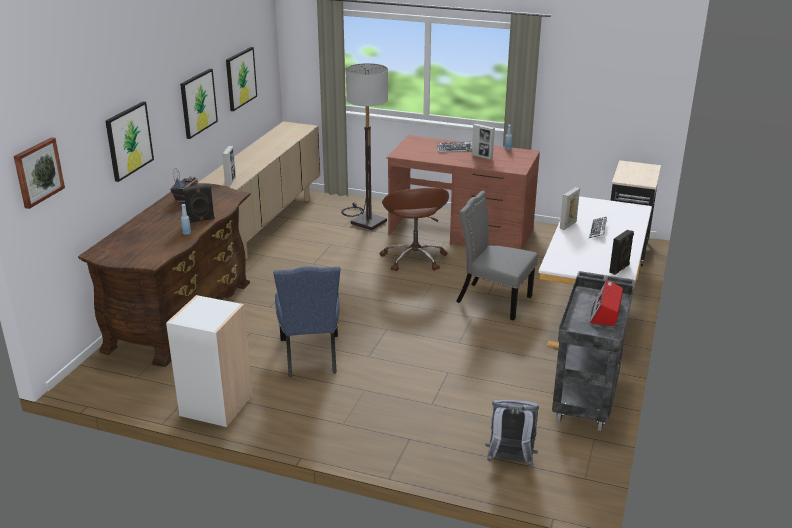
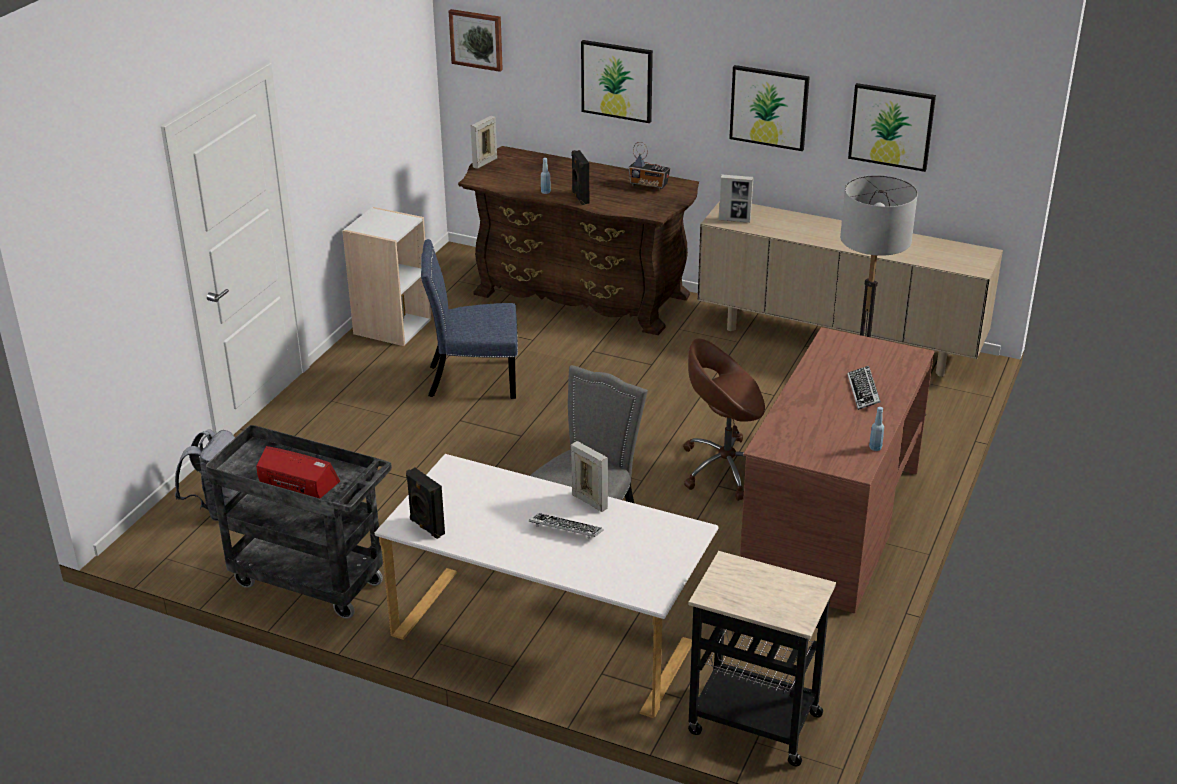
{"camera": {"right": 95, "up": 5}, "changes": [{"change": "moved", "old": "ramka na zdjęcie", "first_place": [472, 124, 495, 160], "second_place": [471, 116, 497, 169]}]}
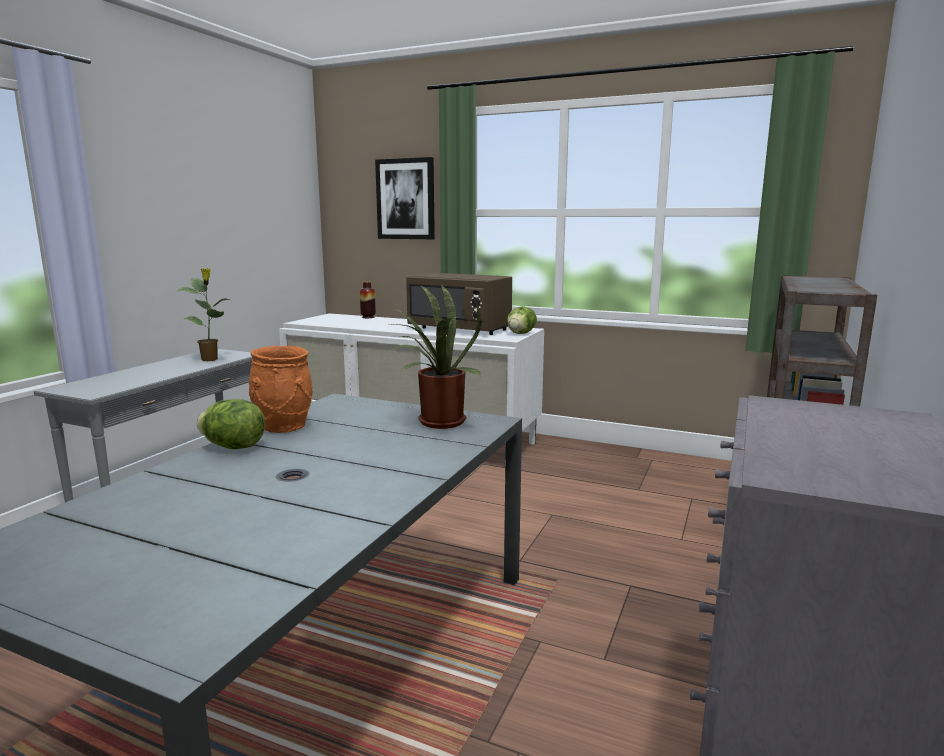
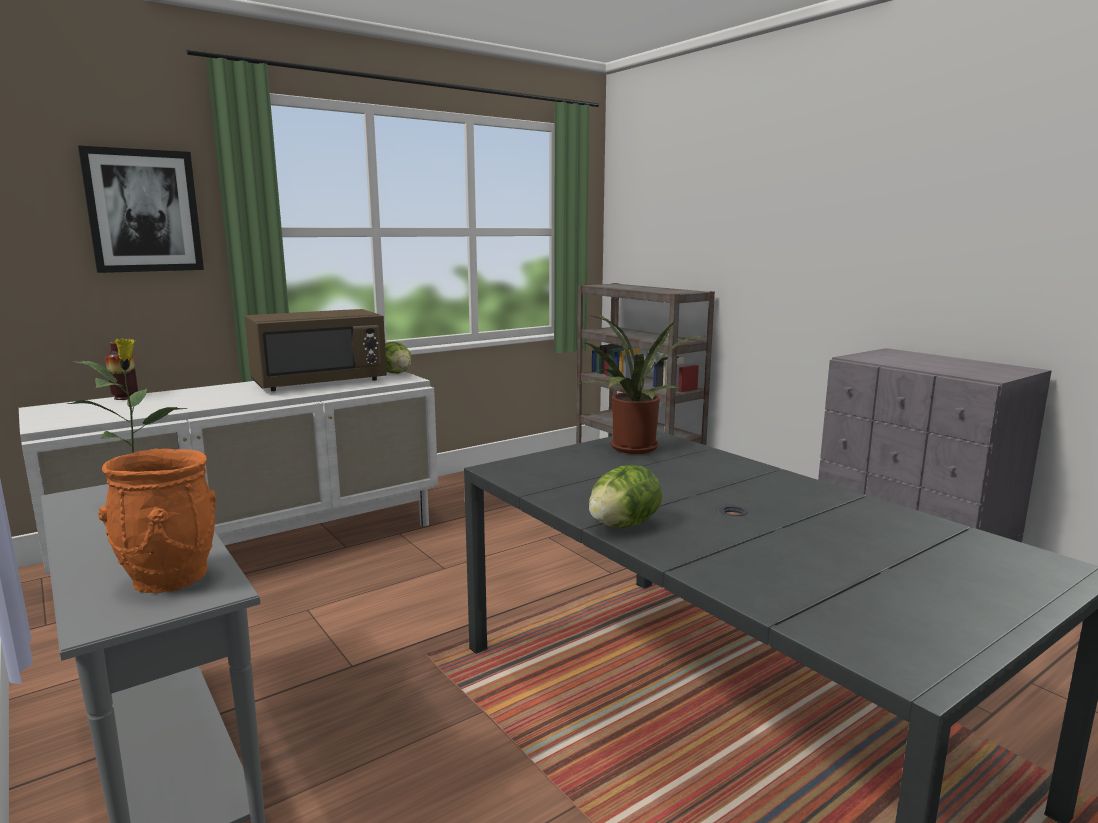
{"camera": {"right": -60, "up": 0}, "changes": [{"change": "moved", "old": "wazon (pomarańczowy)", "first_place": [249, 346, 313, 433], "second_place": [98, 449, 216, 594]}]}
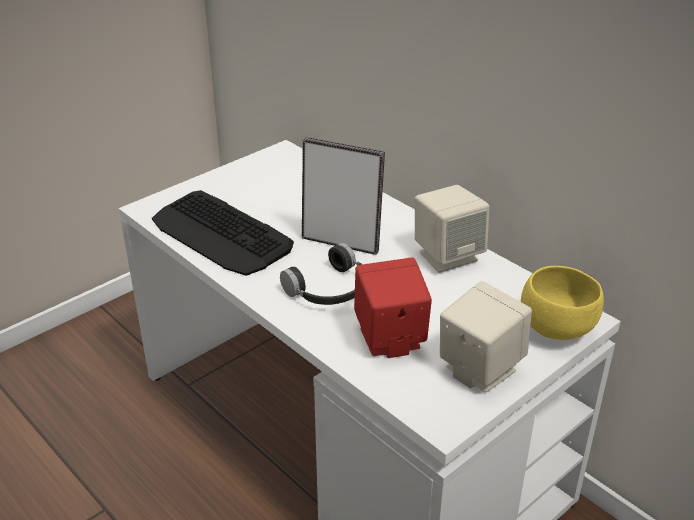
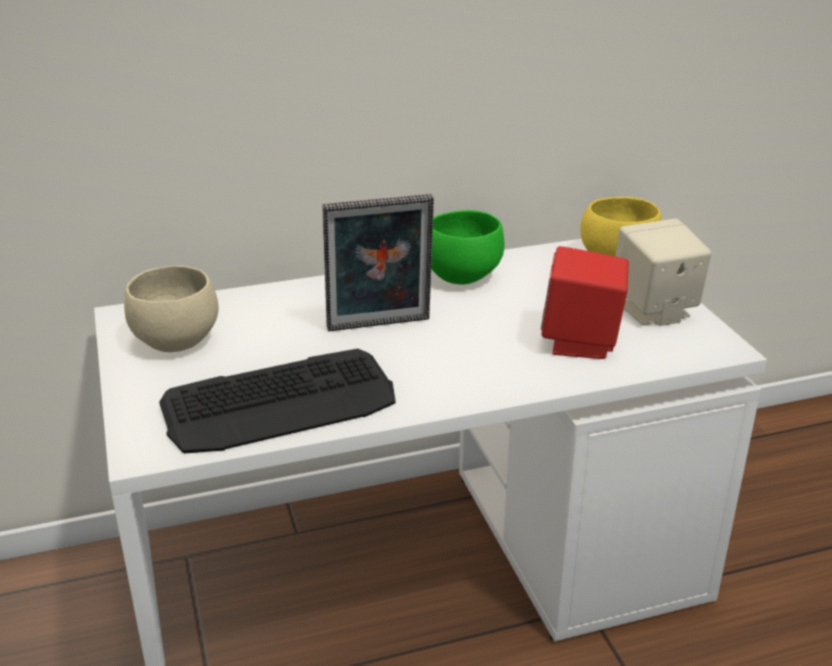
{"camera": {"right": -65, "up": -5}, "changes": [{"change": "added", "new": "miska (beżowy)", "second_place": [124, 266, 219, 352]}, {"change": "turned", "old": "ramka na zdjęcie", "first_place": [302, 137, 385, 255], "second_place": [322, 194, 434, 331], "degrees": -150}, {"change": "replaced", "old": "głośnik (beżowy)", "new": "miska (zielony)", "first_place": [415, 185, 490, 273], "second_place": [431, 210, 504, 284]}, {"change": "removed", "old": "słuchawki (czarny)", "first_place": [280, 243, 362, 305]}]}
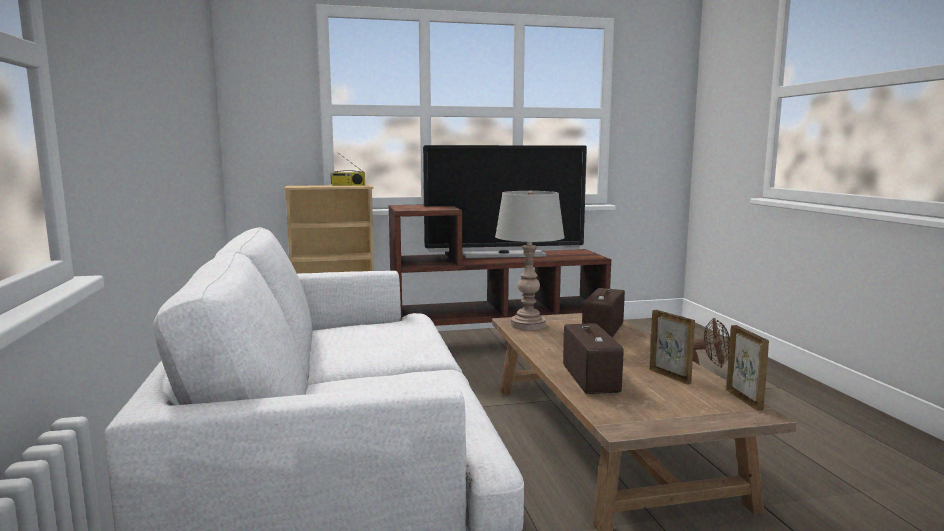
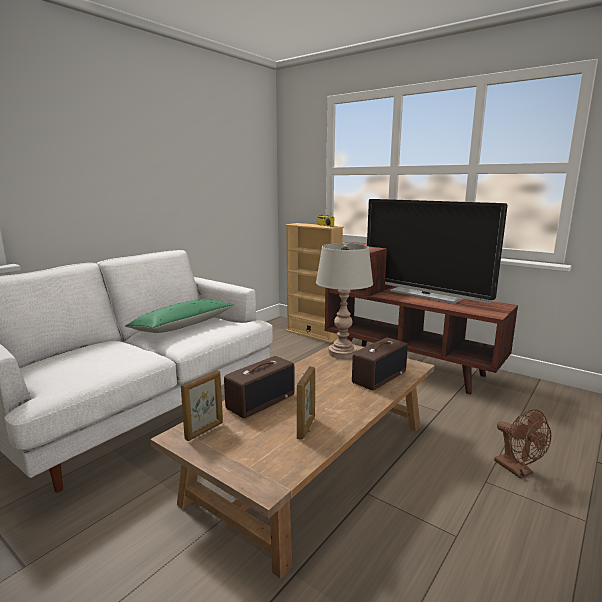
{"camera": {"right": 50, "up": 5}, "changes": [{"change": "added", "new": "poduszka (zielony)", "second_place": [126, 299, 234, 333]}, {"change": "moved", "old": "ramka na zdjęcie", "first_place": [726, 325, 769, 411], "second_place": [181, 370, 223, 441]}, {"change": "turned", "old": "radio", "first_place": [582, 288, 625, 337], "second_place": [352, 338, 408, 390], "degrees": 150}]}
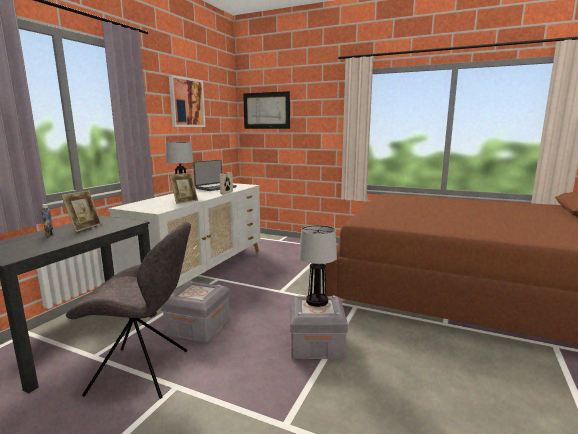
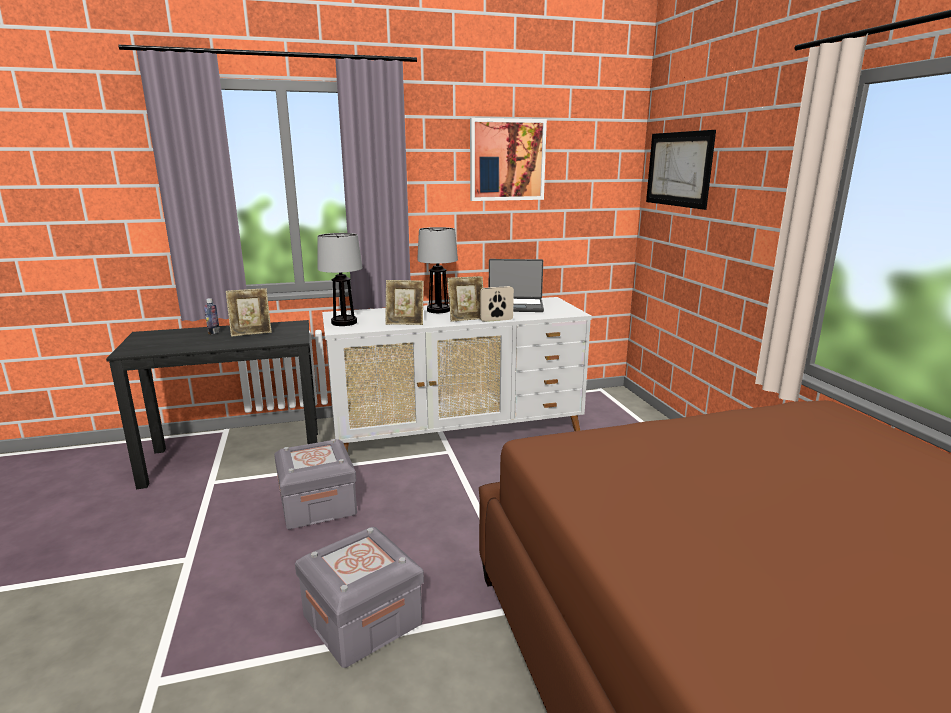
{"camera": {"right": 50, "up": 5}, "changes": [{"change": "moved", "old": "lampa stołowa", "first_place": [299, 225, 337, 307], "second_place": [318, 233, 363, 326]}, {"change": "added", "new": "ramka na zdjęcie", "second_place": [447, 276, 483, 322]}, {"change": "removed", "old": "krzesło (szary)", "first_place": [66, 221, 191, 399]}]}
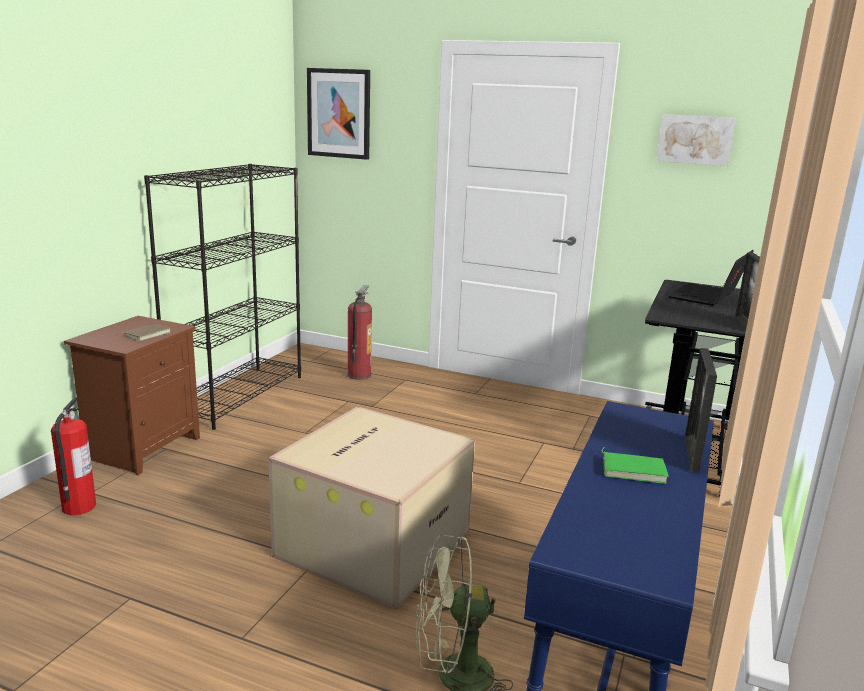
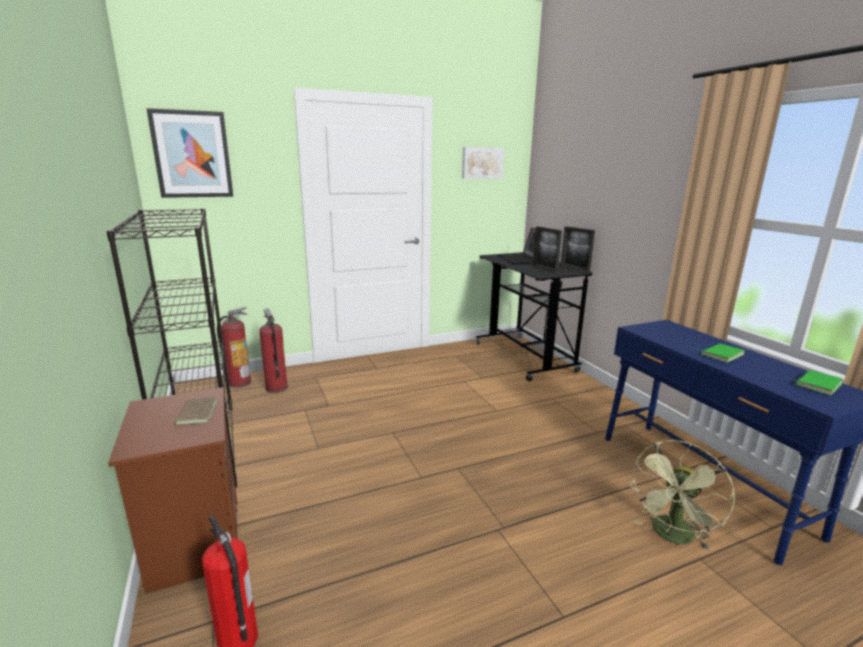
{"camera": {"right": -45, "up": 0}, "changes": [{"change": "added", "new": "gaśnica", "second_place": [217, 307, 251, 388]}, {"change": "moved", "old": "ramka na zdjęcie", "first_place": [685, 348, 717, 473], "second_place": [532, 226, 562, 273]}, {"change": "added", "new": "książka (zielony)", "second_place": [790, 370, 843, 395]}, {"change": "removed", "old": "karton", "first_place": [268, 406, 475, 609]}]}
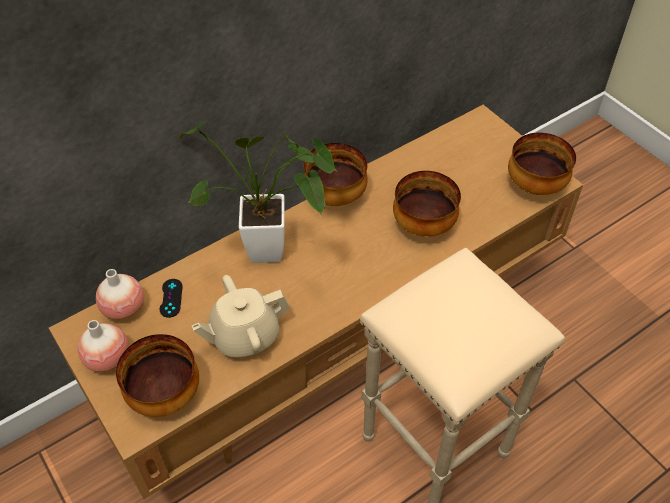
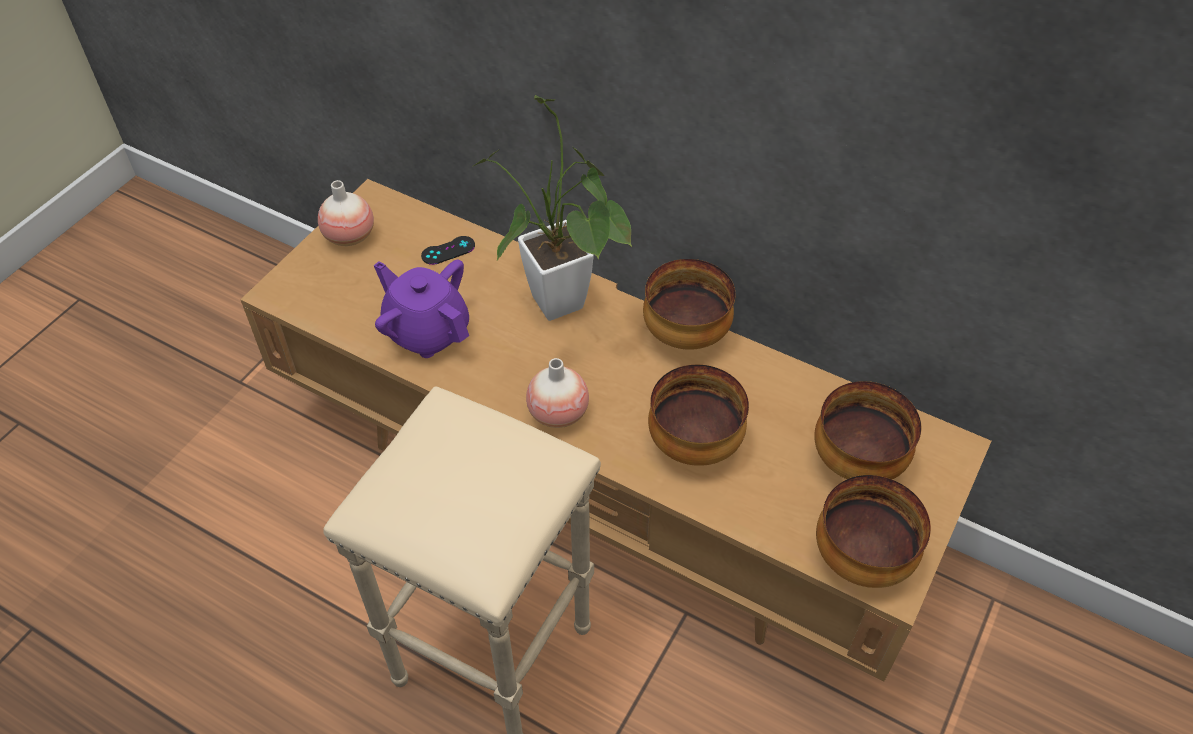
{"camera": {"right": 65, "up": 0}, "changes": [{"change": "recoloured", "old": "imbryk (beżowy)", "new": "imbryk (fioletowy)", "first_place": [192, 275, 290, 359], "second_place": [374, 260, 469, 358]}, {"change": "moved", "old": "wazon", "first_place": [96, 269, 144, 320], "second_place": [526, 358, 589, 428]}, {"change": "moved", "old": "miska", "first_place": [116, 334, 199, 417], "second_place": [814, 381, 921, 480]}]}
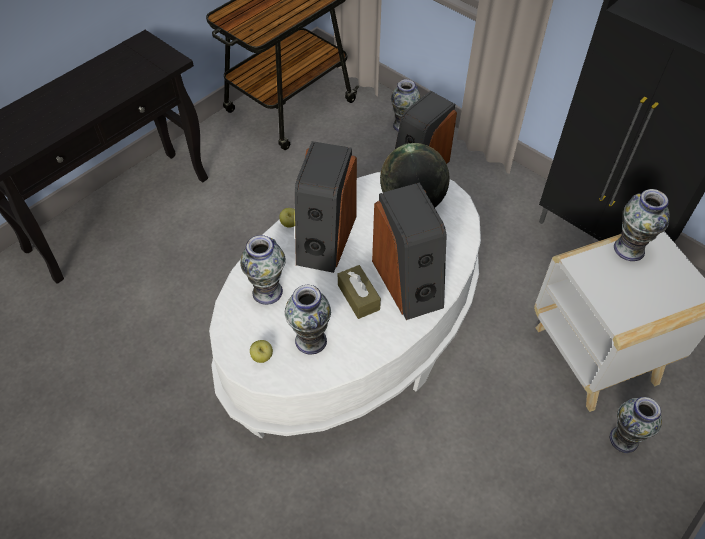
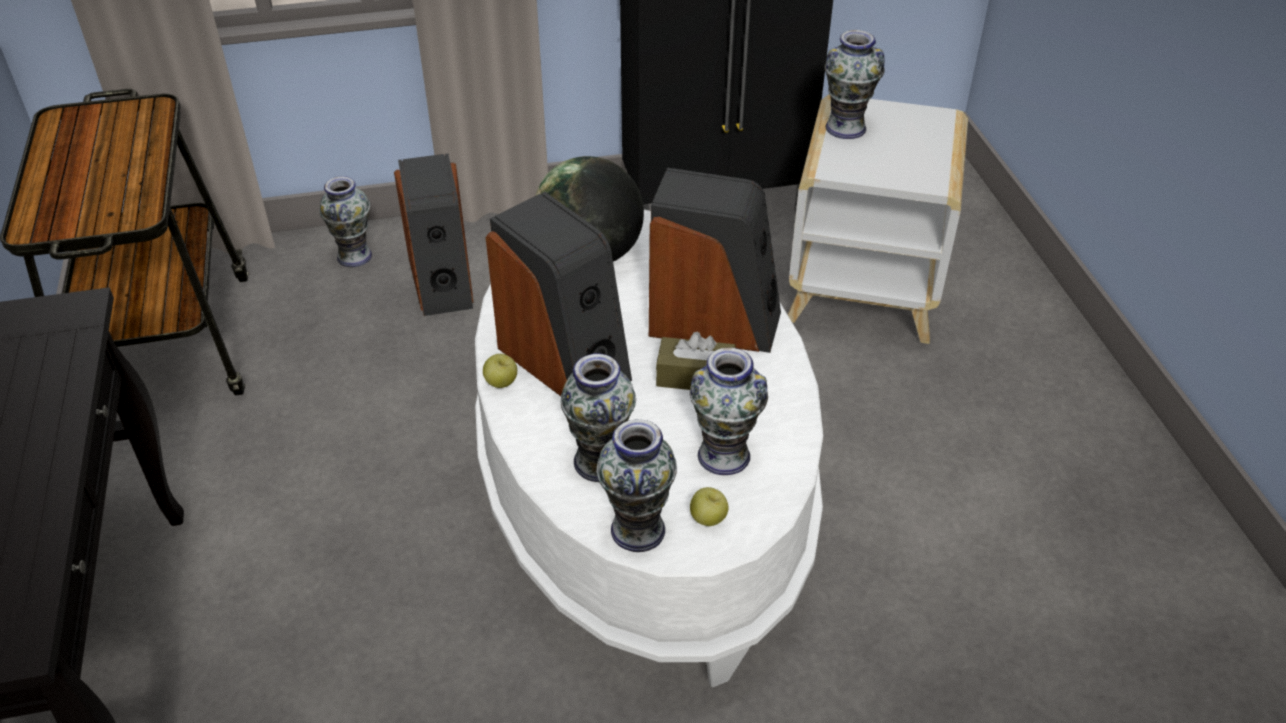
{"camera": {"right": -55, "up": -10}, "changes": [{"change": "moved", "old": "wazon", "first_place": [610, 397, 662, 453], "second_place": [597, 419, 677, 552]}]}
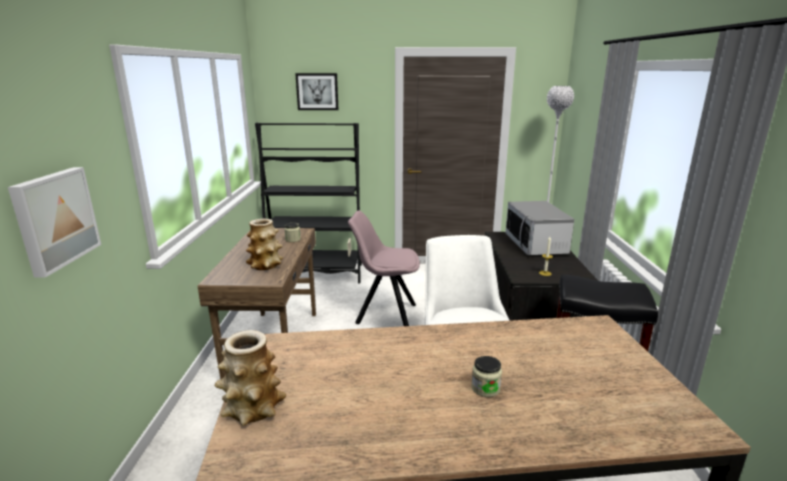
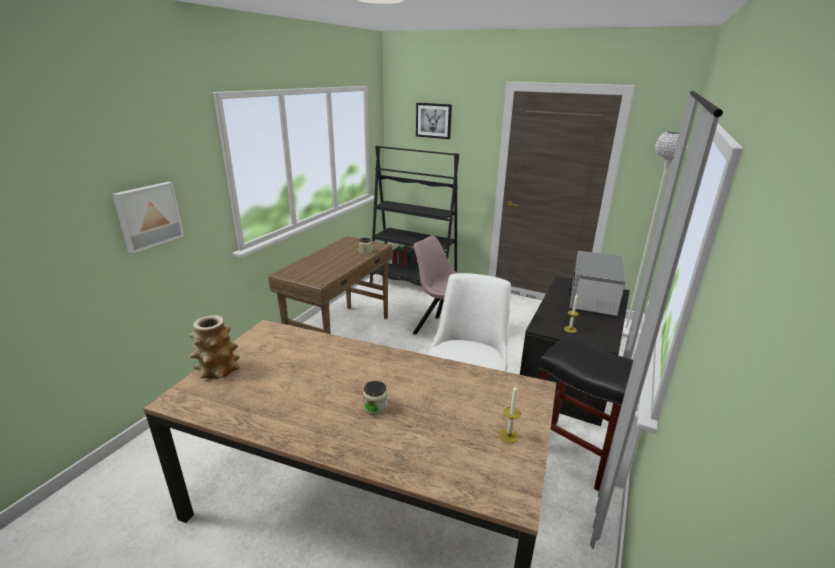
{"camera": {"right": 25, "up": 5}, "changes": [{"change": "added", "new": "świeca", "second_place": [499, 385, 521, 443]}, {"change": "removed", "old": "wazon", "first_place": [246, 219, 283, 270]}]}
